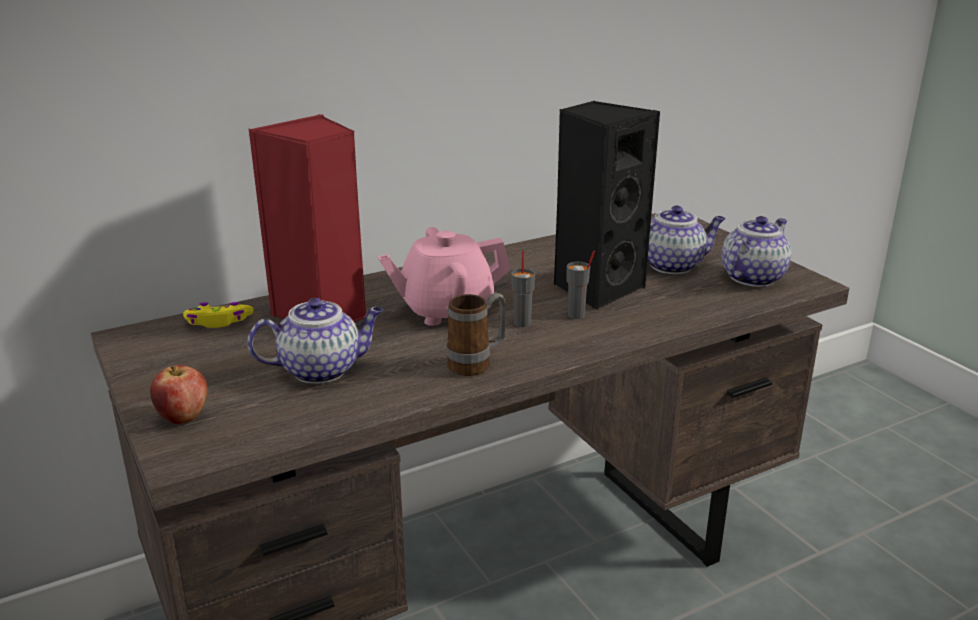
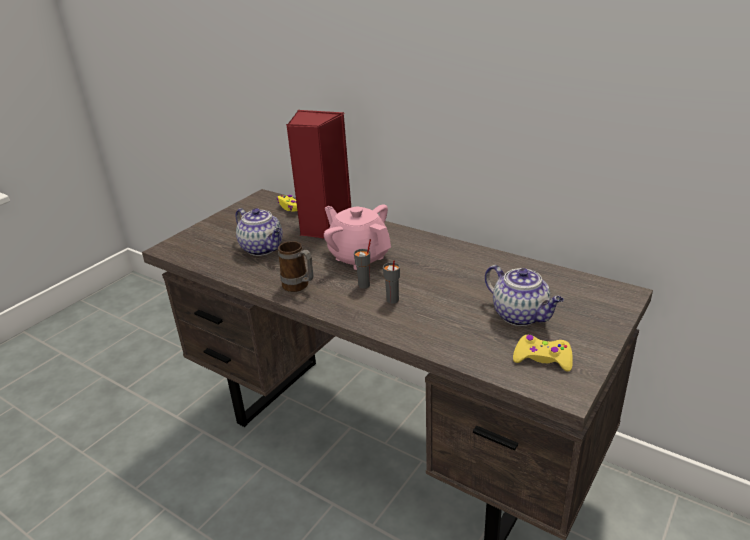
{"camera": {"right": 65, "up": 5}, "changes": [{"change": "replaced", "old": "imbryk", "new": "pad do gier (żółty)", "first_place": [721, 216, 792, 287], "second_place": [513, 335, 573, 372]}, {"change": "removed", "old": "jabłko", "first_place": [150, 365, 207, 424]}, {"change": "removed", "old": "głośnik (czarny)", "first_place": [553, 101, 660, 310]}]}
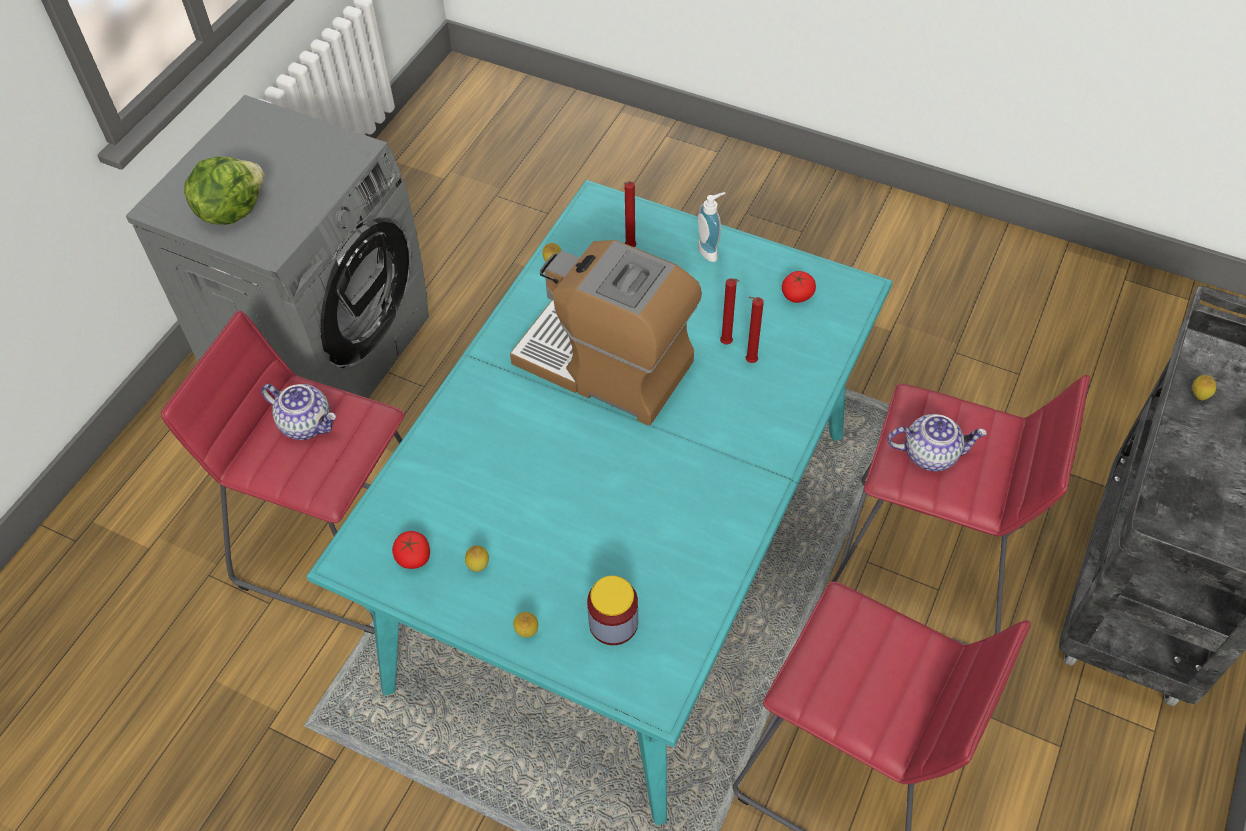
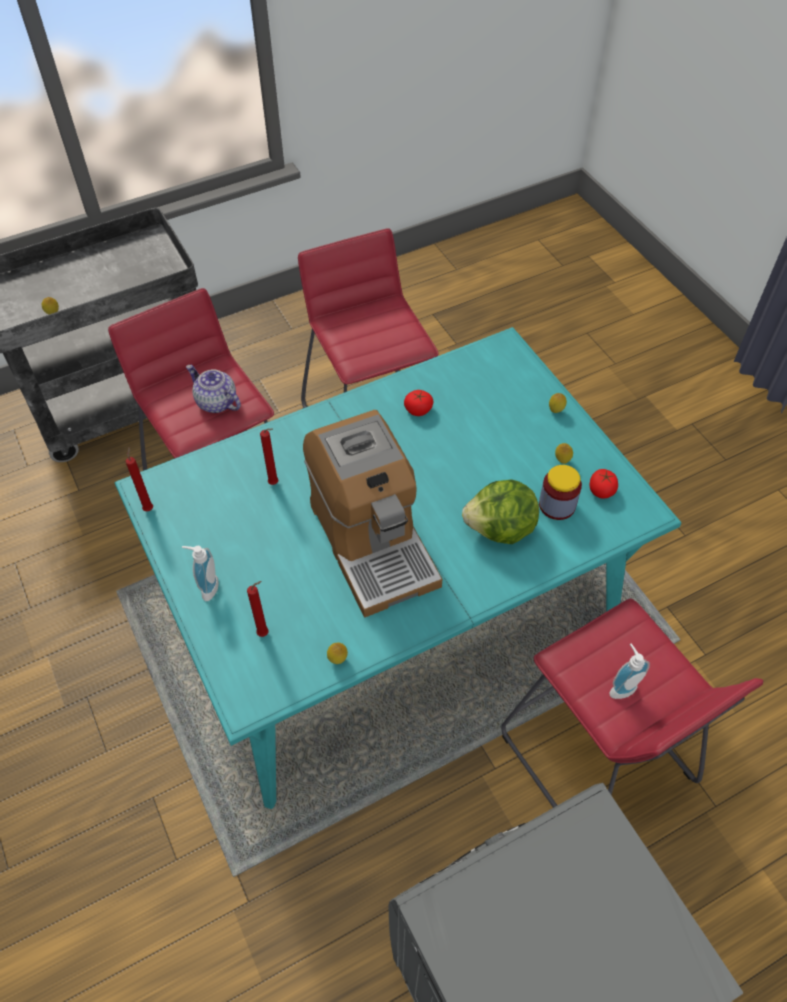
{"camera": {"right": -145, "up": 0}, "changes": [{"change": "moved", "old": "świeca (czerwony)", "first_place": [720, 278, 740, 345], "second_place": [126, 447, 153, 512]}, {"change": "moved", "old": "pomidor", "first_place": [782, 271, 816, 303], "second_place": [404, 390, 434, 416]}, {"change": "moved", "old": "sałata", "first_place": [184, 156, 264, 225], "second_place": [462, 480, 539, 544]}, {"change": "moved", "old": "słoik", "first_place": [587, 576, 638, 645], "second_place": [539, 465, 582, 520]}, {"change": "replaced", "old": "imbryk", "new": "dozownik mydła", "first_place": [261, 384, 336, 440], "second_place": [609, 644, 650, 699]}]}
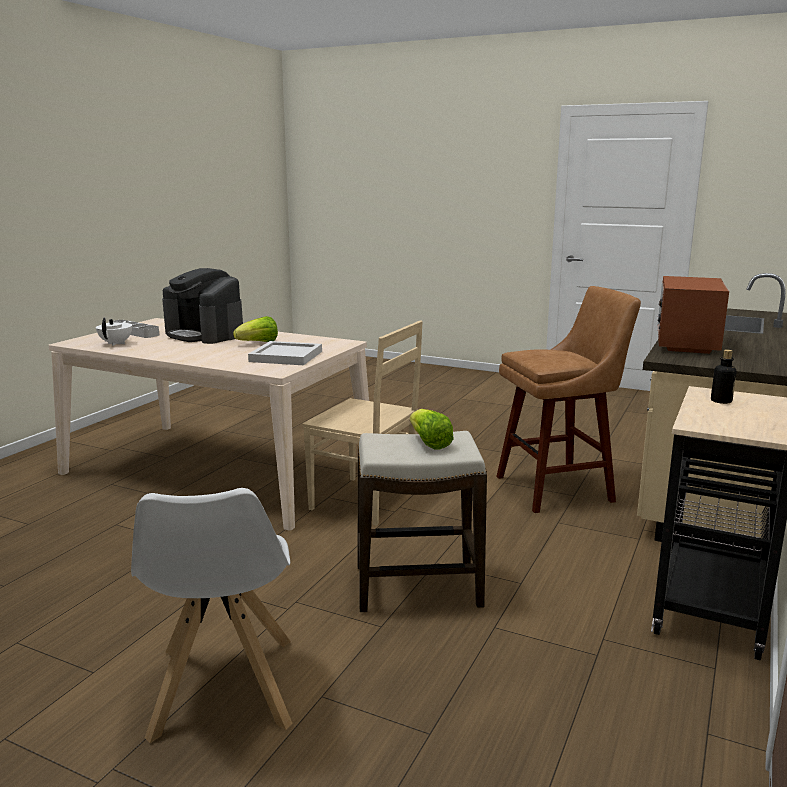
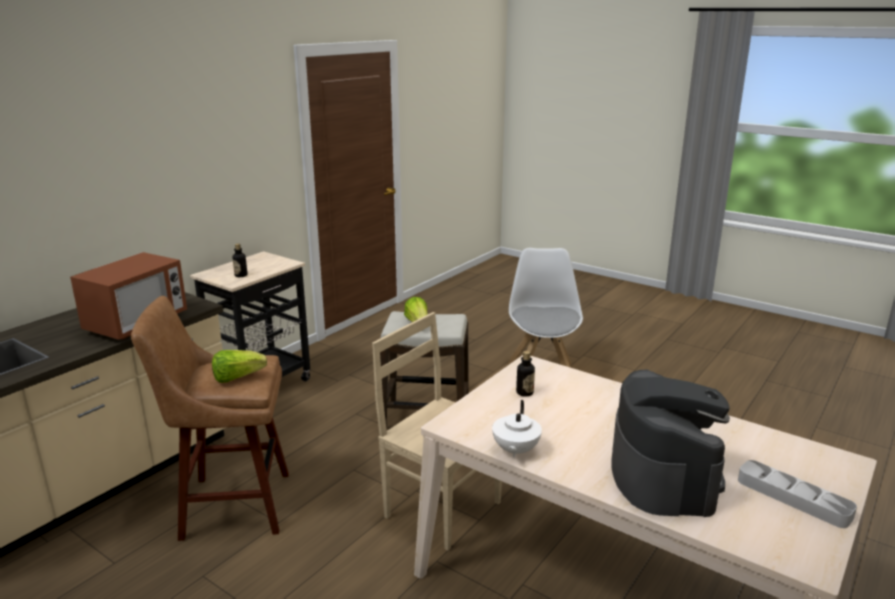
{"camera": {"right": -170, "up": 5}, "changes": [{"change": "moved", "old": "sałata", "first_place": [233, 316, 278, 342], "second_place": [212, 350, 267, 383]}, {"change": "moved", "old": "imbryk (biały)", "first_place": [96, 318, 132, 346], "second_place": [492, 400, 542, 458]}, {"change": "replaced", "old": "taca (biały)", "new": "butelka", "first_place": [248, 341, 322, 365], "second_place": [516, 351, 535, 396]}, {"change": "turned", "old": "ekspres do kawy", "first_place": [162, 268, 243, 344], "second_place": [611, 370, 730, 517], "degrees": 45}]}
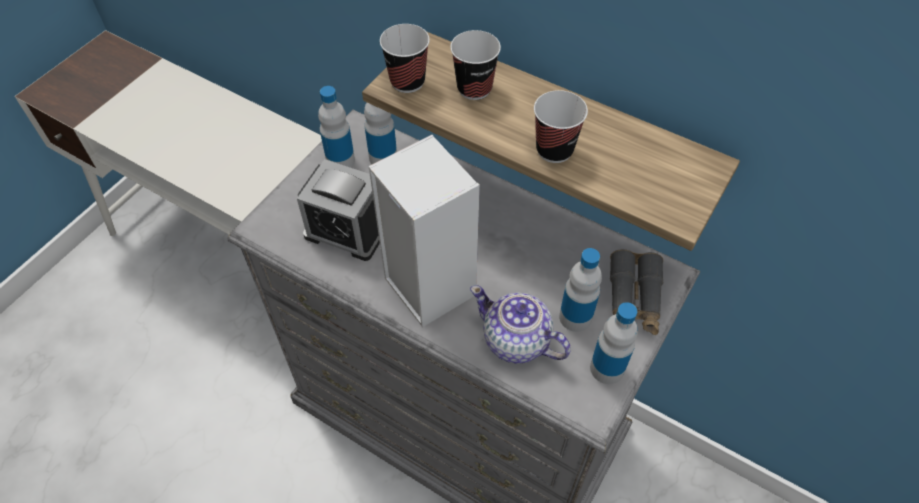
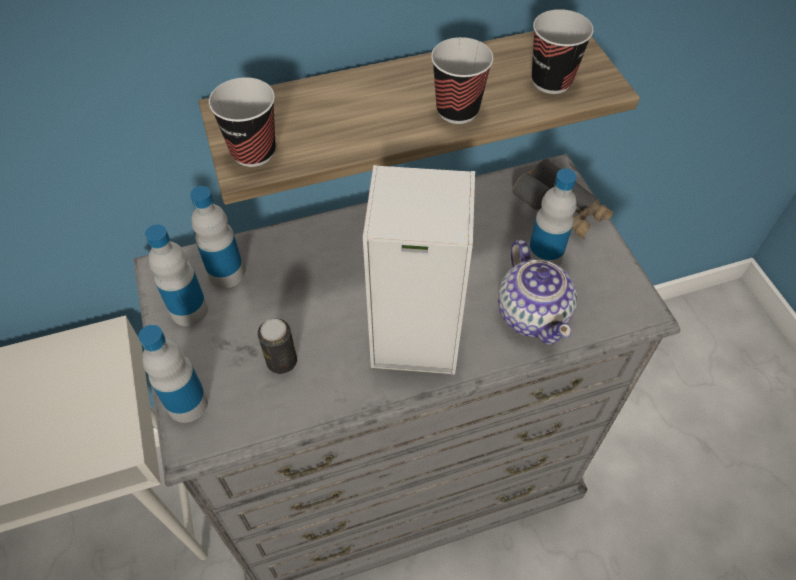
{"camera": {"right": -50, "up": 0}, "changes": [{"change": "moved", "old": "butelka", "first_place": [590, 302, 638, 384], "second_place": [138, 325, 208, 423]}, {"change": "replaced", "old": "budzik", "new": "puszka", "first_place": [297, 159, 380, 261], "second_place": [258, 318, 297, 374]}, {"change": "turned", "old": "imbryk", "first_place": [470, 285, 571, 364], "second_place": [498, 240, 577, 345], "degrees": -90}, {"change": "moved", "old": "filiżanka", "first_place": [450, 30, 501, 100], "second_place": [532, 9, 594, 94]}]}
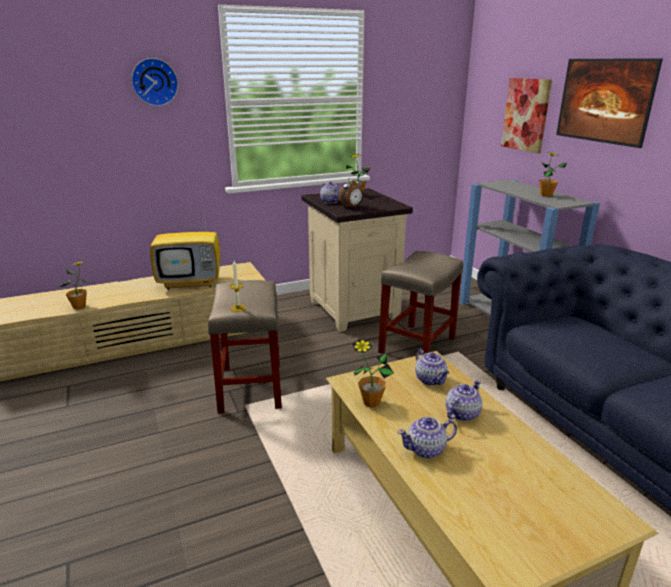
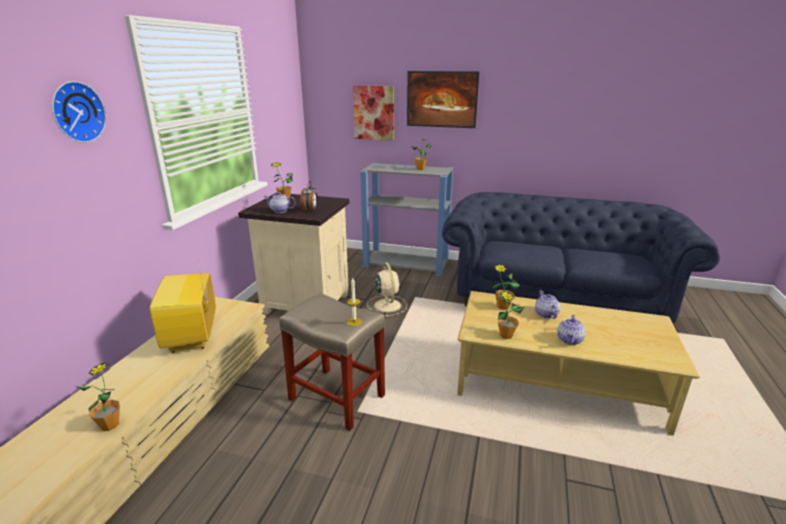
{"camera": {"right": -50, "up": 0}, "changes": [{"change": "turned", "old": "telewizor", "first_place": [150, 204, 220, 290], "second_place": [149, 252, 216, 353], "degrees": 135}, {"change": "replaced", "old": "stołek (beżowy)", "new": "wentylator (beżowy)", "first_place": [378, 251, 463, 354], "second_place": [367, 262, 407, 317]}, {"change": "replaced", "old": "imbryk", "new": "roślina doniczkowa", "first_place": [415, 349, 449, 386], "second_place": [492, 264, 520, 310]}]}
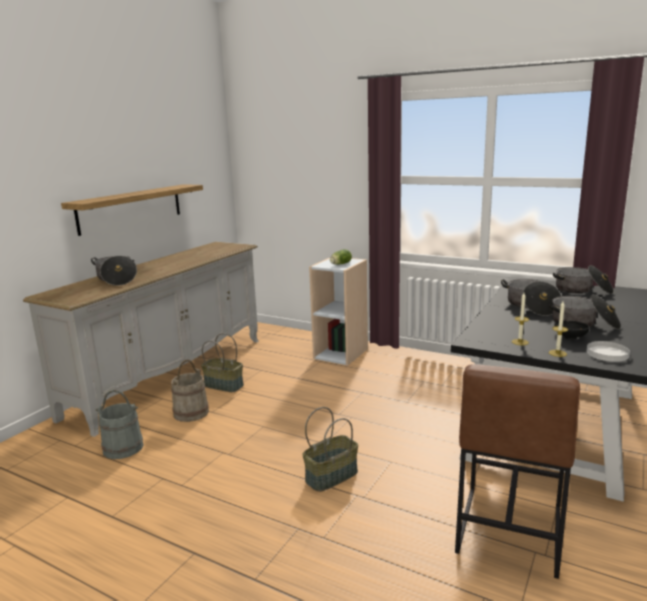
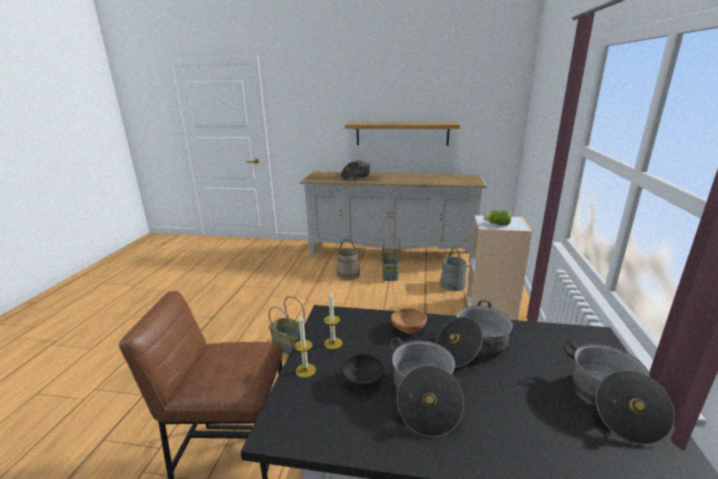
{"camera": {"right": 70, "up": 5}, "changes": [{"change": "added", "new": "miska (brązowy)", "second_place": [391, 308, 427, 334]}, {"change": "moved", "old": "wiadro (szary)", "first_place": [95, 390, 143, 459], "second_place": [440, 247, 466, 291]}, {"change": "removed", "old": "talerz (biały)", "first_place": [587, 341, 630, 362]}]}
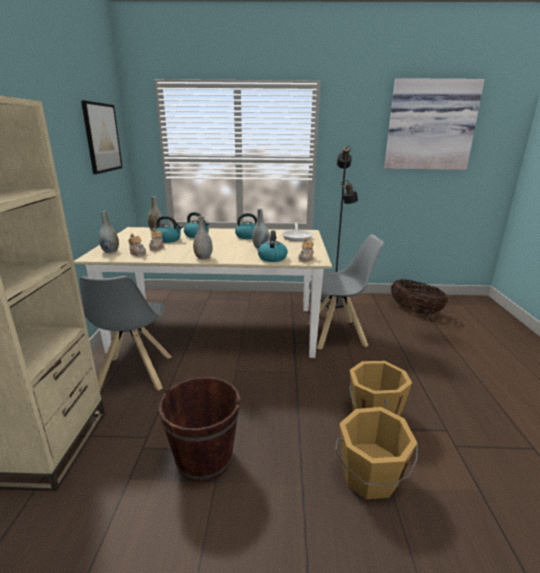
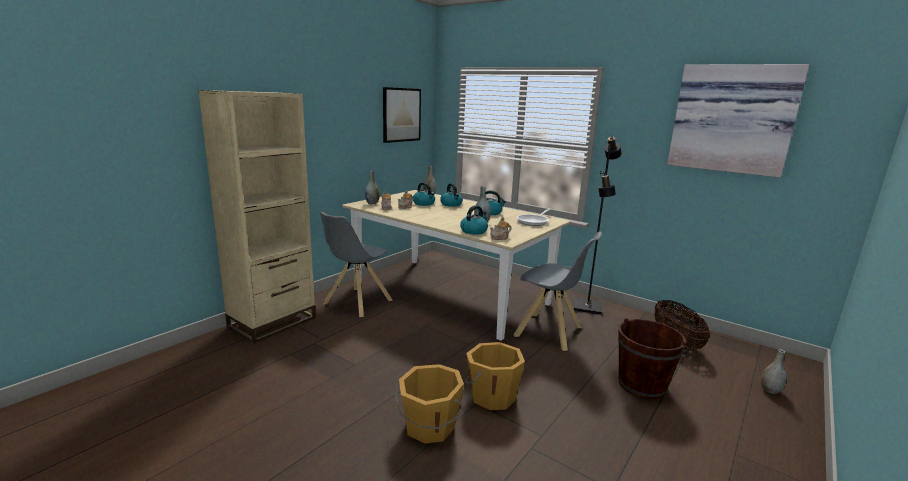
{"camera": {"right": 35, "up": -5}, "changes": [{"change": "moved", "old": "wiadro (brązowy)", "first_place": [159, 377, 240, 482], "second_place": [618, 318, 686, 399]}, {"change": "moved", "old": "wazon (szary)", "first_place": [193, 216, 213, 259], "second_place": [761, 349, 786, 394]}]}
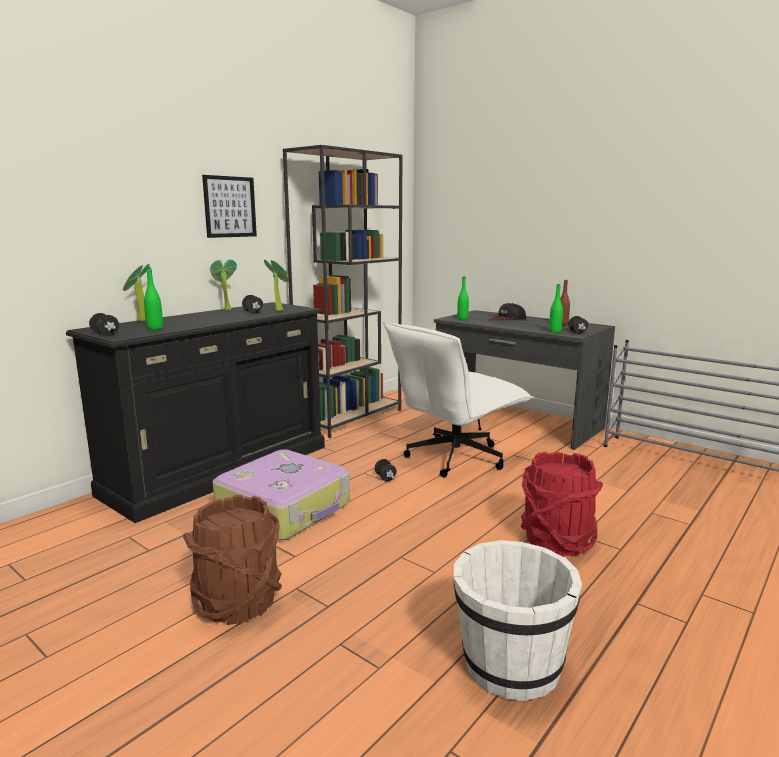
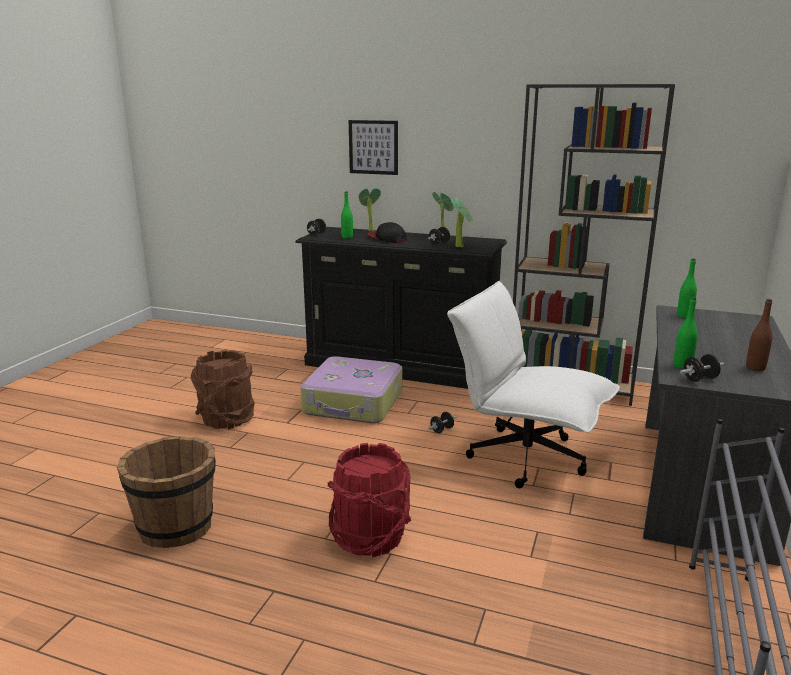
{"camera": {"right": 70, "up": 5}, "changes": [{"change": "recoloured", "old": "wiadro (biały)", "new": "wiadro (brązowy)", "first_place": [453, 540, 582, 701], "second_place": [117, 436, 216, 548]}, {"change": "moved", "old": "obraz", "first_place": [202, 175, 257, 238], "second_place": [349, 120, 398, 175]}, {"change": "moved", "old": "czapka z daszkiem", "first_place": [490, 303, 526, 319], "second_place": [368, 222, 406, 243]}]}
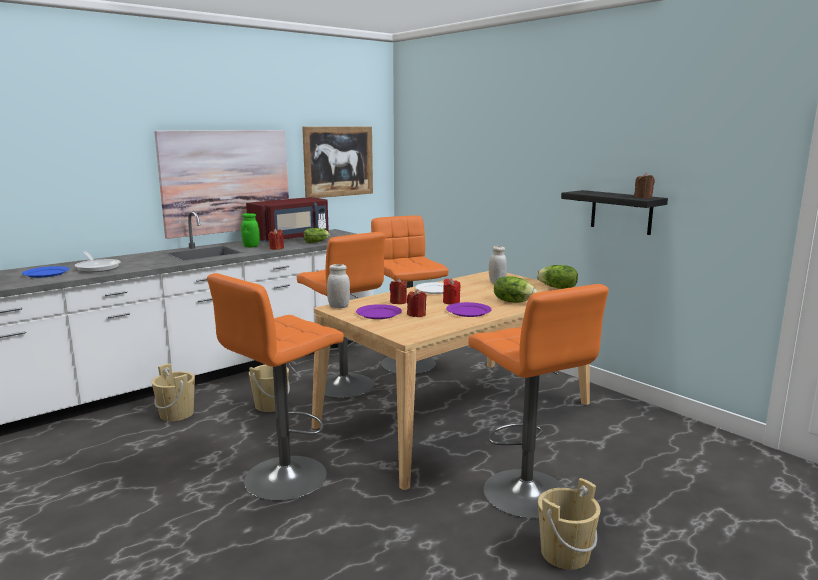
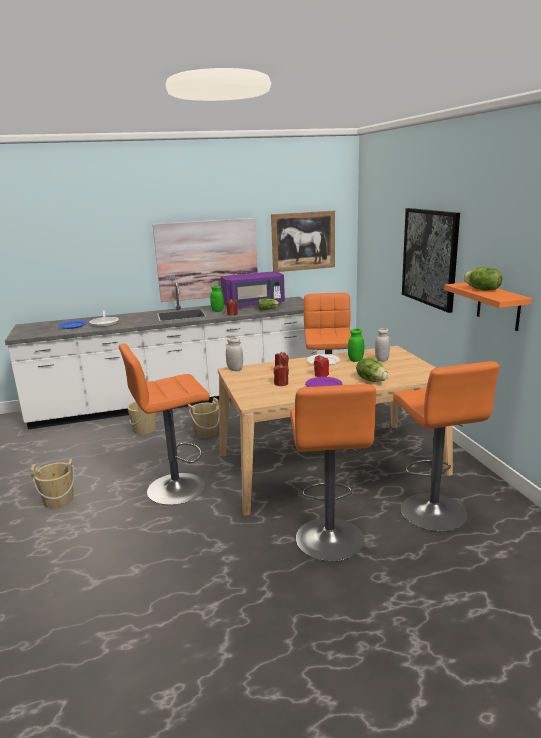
{"camera": {"right": 25, "up": 5}, "changes": [{"change": "moved", "old": "wiadro (beżowy)", "first_place": [538, 478, 600, 570], "second_place": [31, 459, 75, 509]}, {"change": "recoloured", "old": "mikrofalówka (czerwony)", "new": "mikrofalówka (fioletowy)", "first_place": [246, 197, 329, 242], "second_place": [221, 271, 285, 307]}, {"change": "added", "new": "słoik (zielony)", "second_place": [348, 329, 364, 362]}, {"change": "moved", "old": "stołek (pomarańczowy)", "first_place": [297, 232, 385, 398], "second_place": [393, 361, 500, 531]}, {"change": "added", "new": "obraz", "second_place": [402, 208, 460, 313]}, {"change": "recoloured", "old": "półka (czarny)", "new": "półka (pomarańczowy)", "first_place": [561, 190, 668, 235], "second_place": [444, 282, 532, 331]}, {"change": "moved", "old": "sałata", "first_place": [537, 265, 578, 289], "second_place": [463, 267, 502, 291]}, {"change": "removed", "old": "talerz (fioletowy)", "first_place": [356, 304, 402, 319]}, {"change": "removed", "old": "świeca (brązowy)", "first_place": [634, 173, 655, 198]}]}
